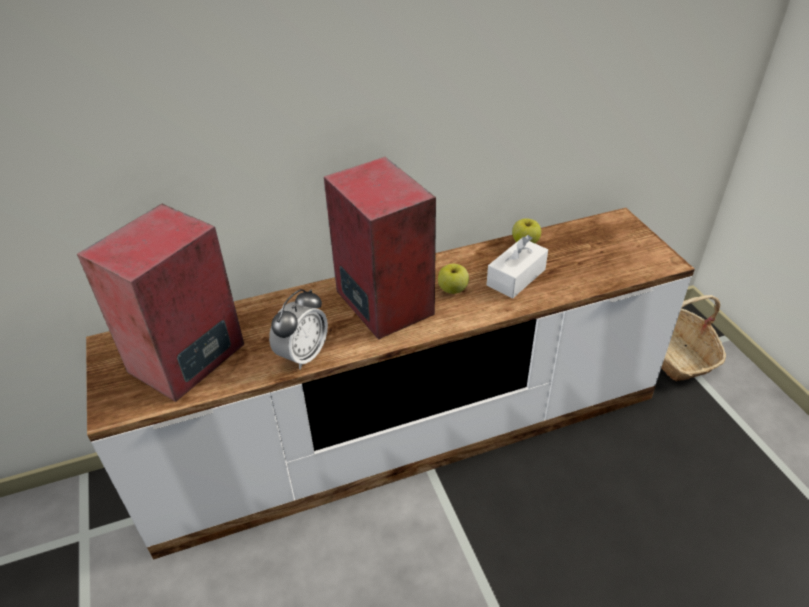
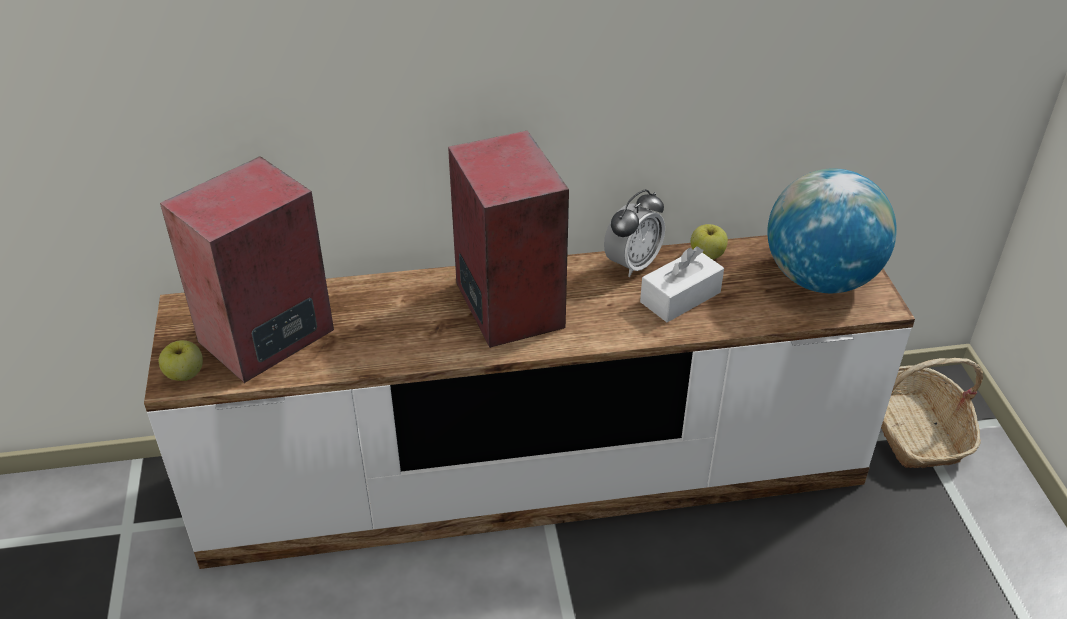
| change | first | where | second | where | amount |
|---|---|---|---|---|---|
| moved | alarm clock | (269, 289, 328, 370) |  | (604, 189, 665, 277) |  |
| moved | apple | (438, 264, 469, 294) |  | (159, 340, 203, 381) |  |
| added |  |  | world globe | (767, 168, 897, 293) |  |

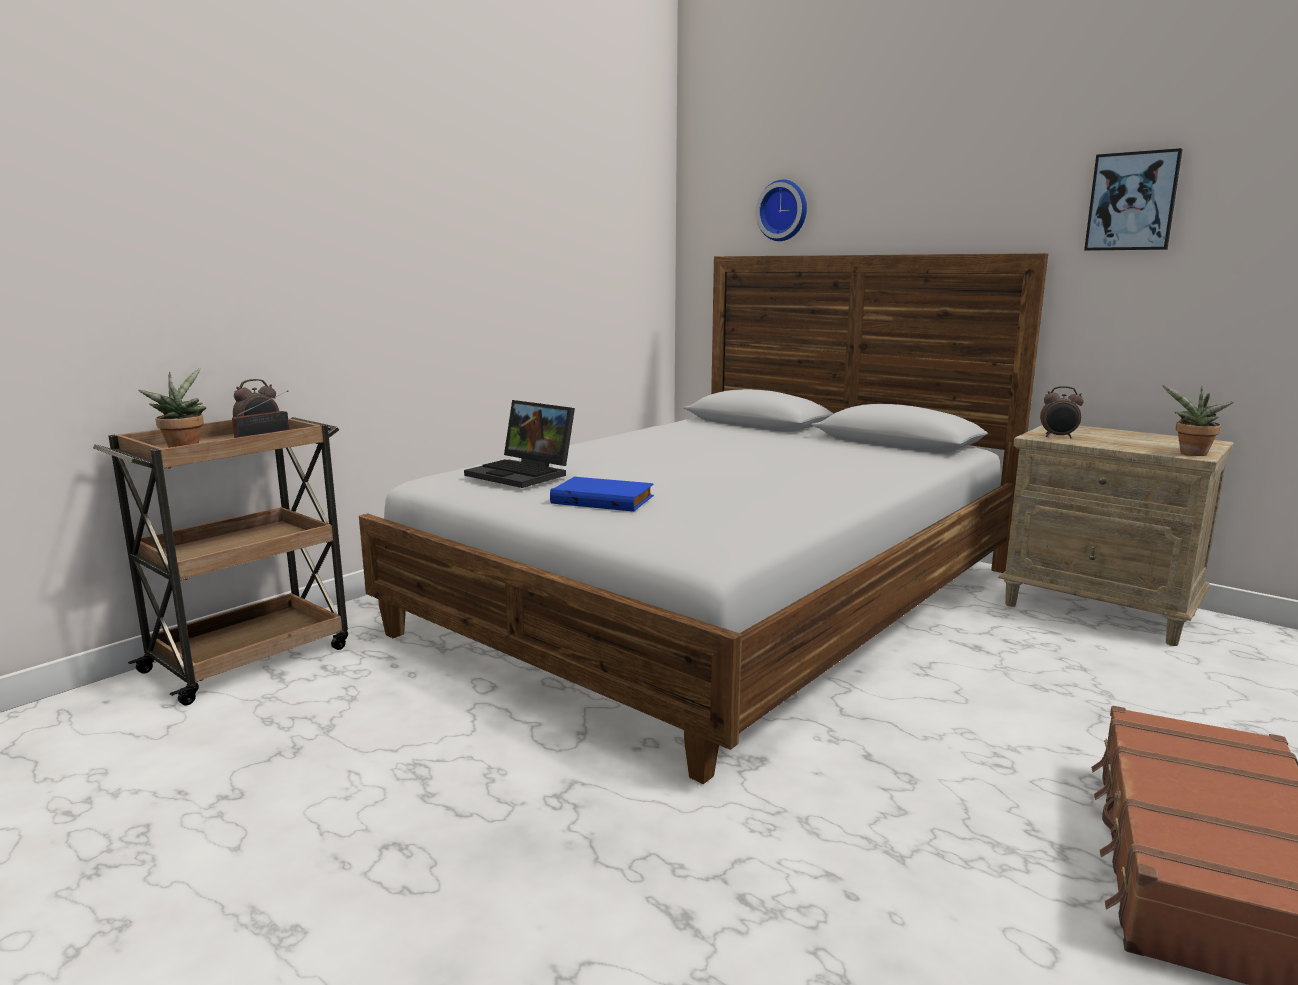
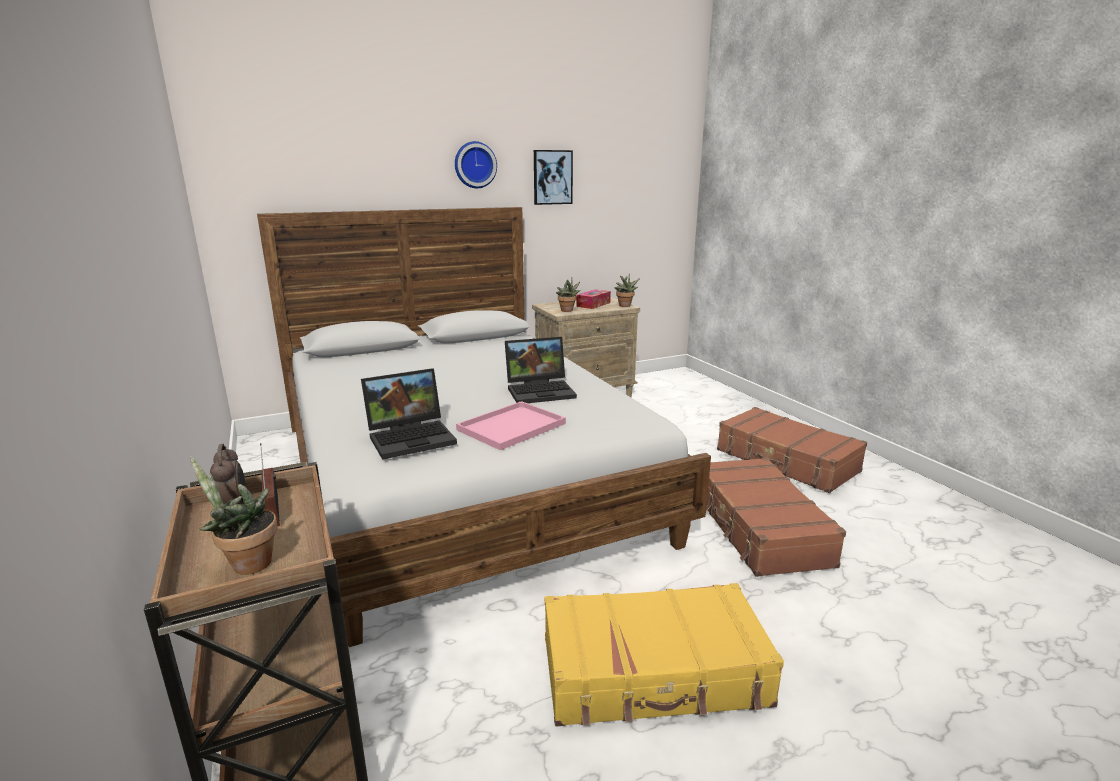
| change | first | where | second | where | amount |
|---|---|---|---|---|---|
| replaced | volume (blue) | (550, 477, 654, 512) | tray (pink) | (456, 401, 566, 450) |  |
| moved | hanging clock | (756, 179, 807, 241) |  | (455, 141, 497, 188) |  |
| replaced | alarm clock | (1040, 386, 1084, 438) | plant in a pot | (556, 278, 581, 312) |  |
| added |  |  | laptop | (505, 337, 577, 403) |  |
| added |  |  | travel case (yellowish) | (545, 583, 784, 727) |  |
| added |  |  | tissue holder | (576, 289, 611, 309) |  |
| added |  |  | travel case (brown) | (706, 457, 846, 577) |  |

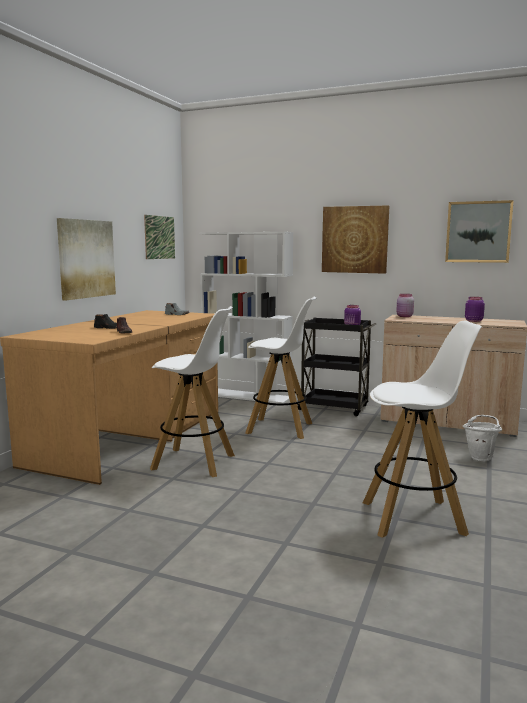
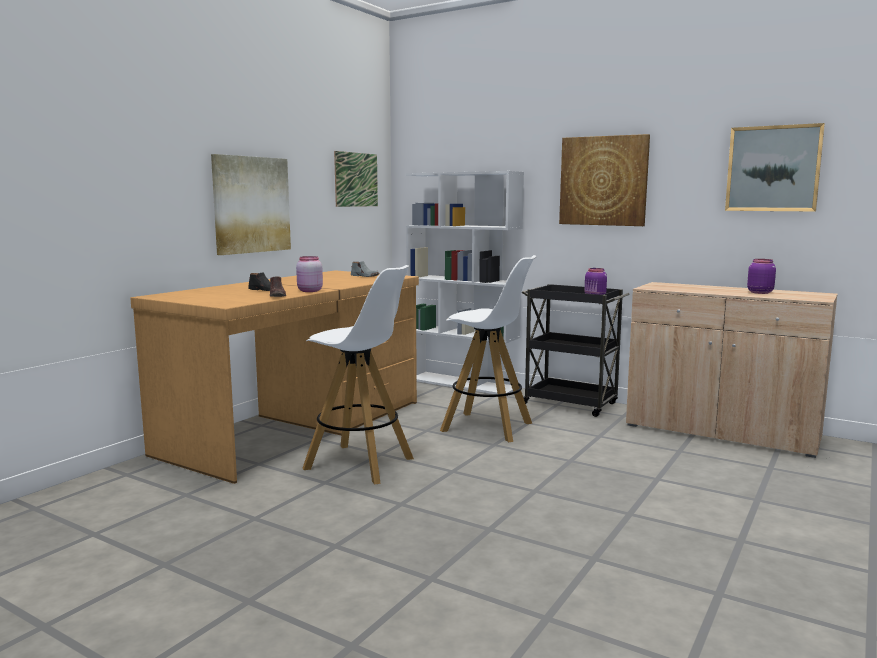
| change | first | where | second | where | amount |
|---|---|---|---|---|---|
| removed | stool seat (whitish) | (363, 321, 482, 538) |  |  |  |
| moved | storage jar (pink) | (396, 294, 414, 317) |  | (296, 256, 323, 292) |  |
| removed | bucket (whitish) | (463, 415, 502, 461) |  |  |  |

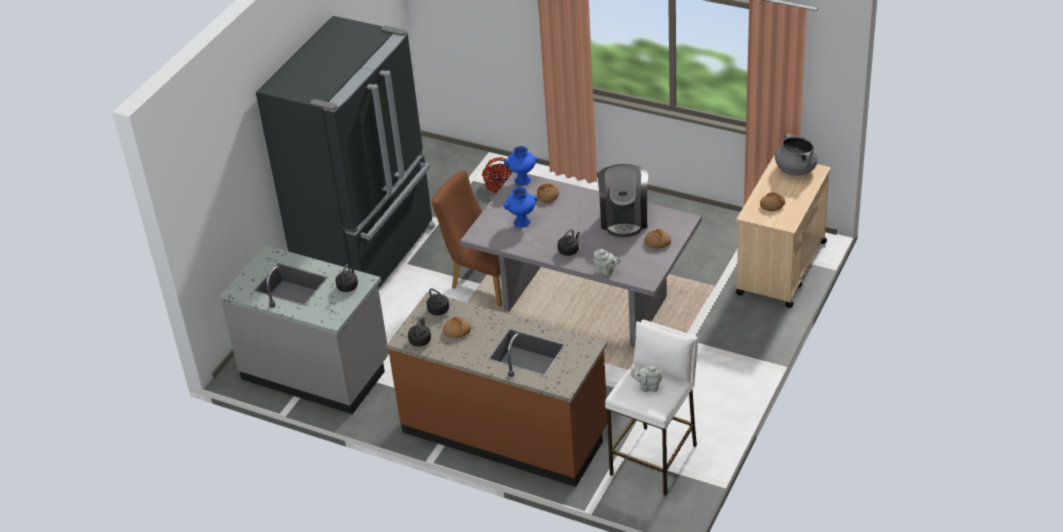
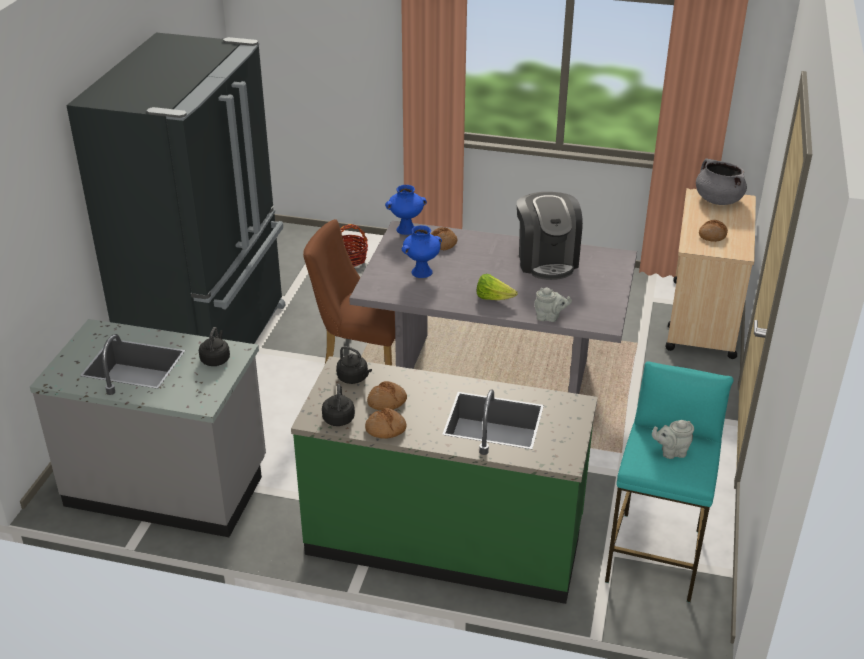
| change | first | where | second | where | amount |
|---|---|---|---|---|---|
| recoloured | kitchen base unit (brown) | (386, 292, 607, 487) | kitchen base unit (green) | (291, 356, 598, 604) |  |
| replaced | kettle (blackish) | (557, 229, 580, 256) | lettuce | (476, 274, 518, 300) |  |
| recoloured | stool seat (whitish) | (605, 320, 698, 496) | stool seat (blue-green) | (605, 362, 734, 602) |  |
| moved | baked bread | (644, 229, 671, 248) |  | (365, 408, 406, 439) |  |

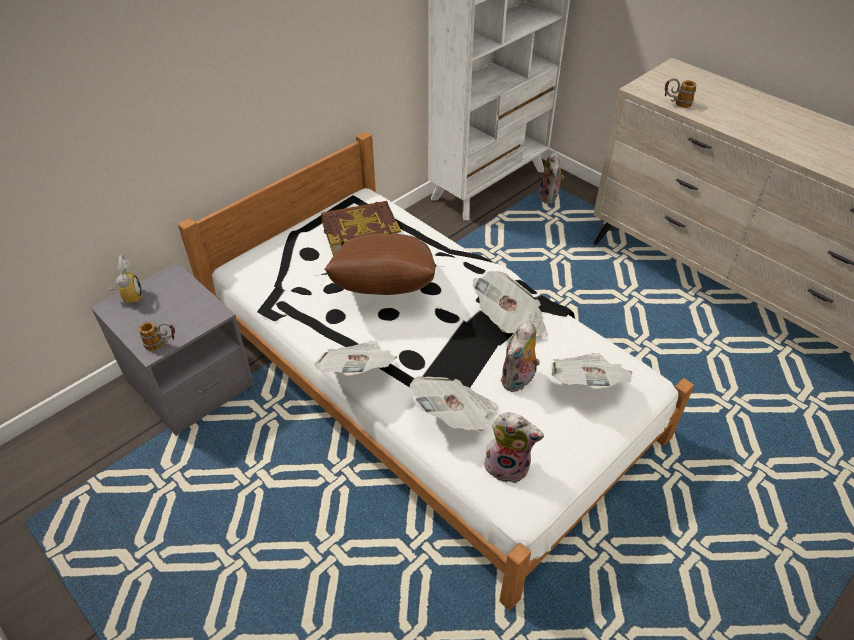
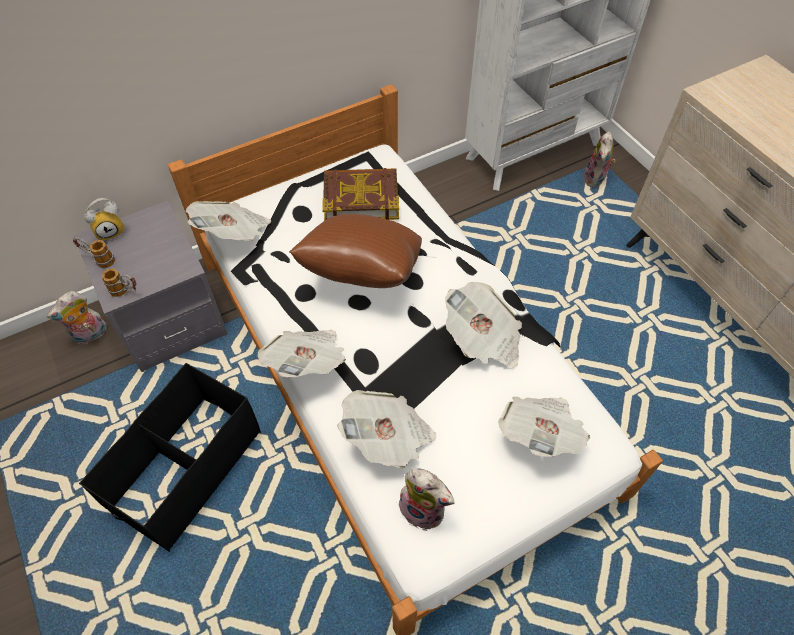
| change | first | where | second | where | amount |
|---|---|---|---|---|---|
| turned | alarm clock | (108, 255, 142, 303) |  | (84, 198, 125, 241) | 60 degrees clockwise |
| moved | cuddly toy | (500, 321, 540, 392) |  | (47, 291, 107, 344) |  |
| moved | coffee mug | (665, 78, 696, 108) |  | (73, 237, 115, 268) |  |
| added |  |  | storage container (blackish) | (79, 363, 261, 552) |  |
| added |  |  | daily paper | (186, 201, 272, 241) |  |

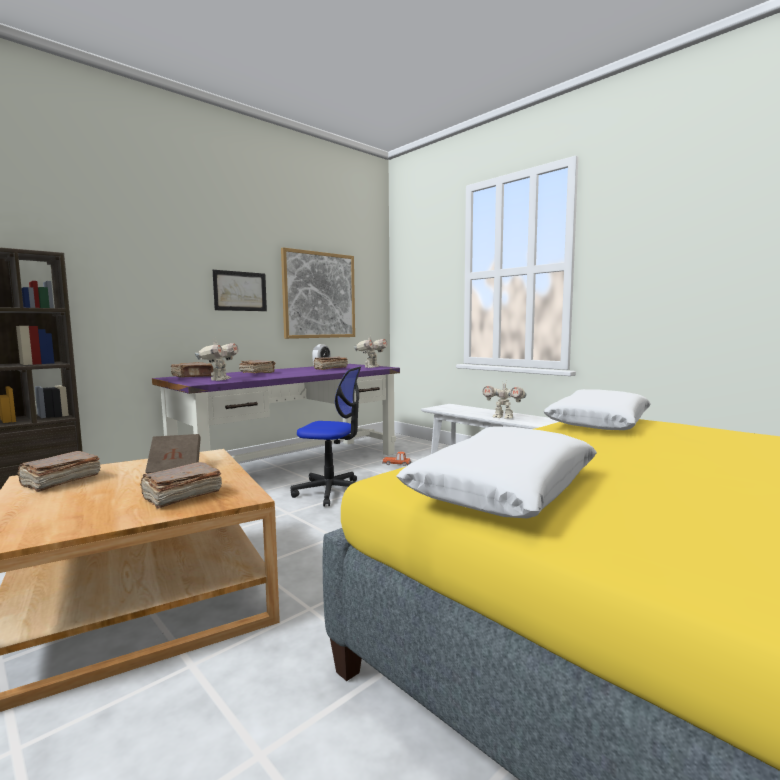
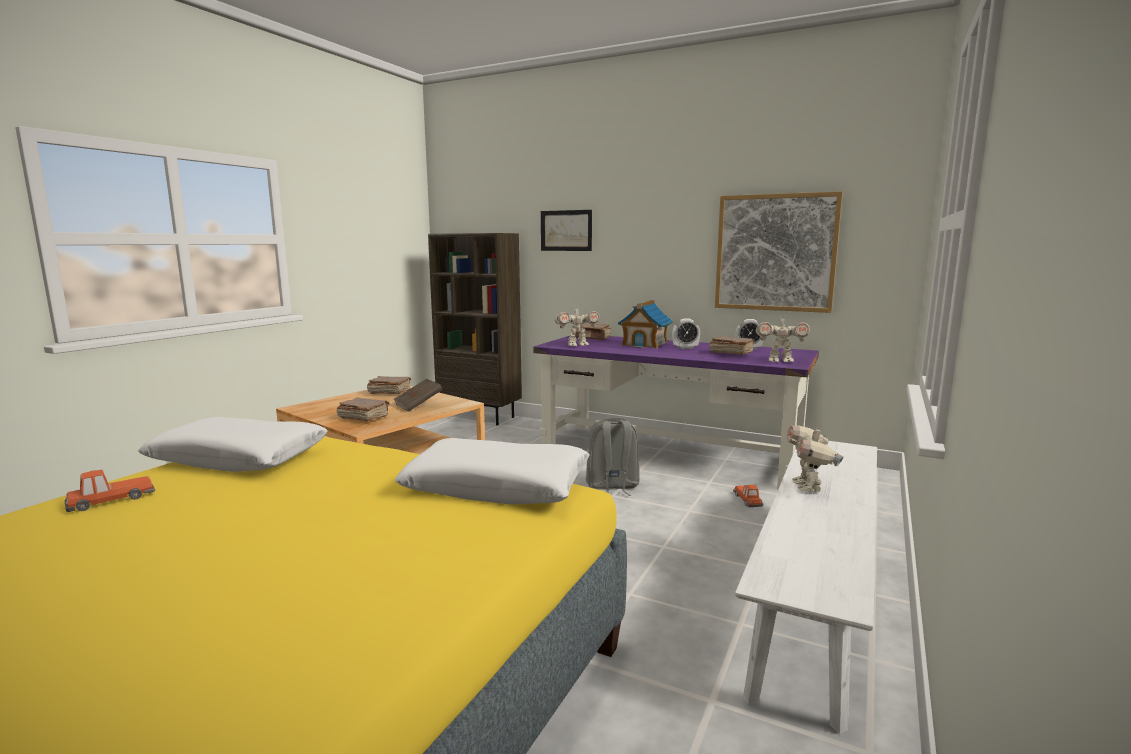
| change | first | where | second | where | amount |
|---|---|---|---|---|---|
| moved | picture | (213, 270, 267, 311) |  | (541, 210, 592, 251) |  |
| replaced | volume (brown) | (239, 360, 276, 373) | miniature house | (618, 300, 673, 348) |  |
| replaced | office chair | (291, 367, 361, 507) | backpack (gray) | (586, 417, 640, 496) |  |
| added |  |  | model car | (65, 470, 155, 512) |  |
| added |  |  | alarm clock | (672, 318, 700, 349) |  |

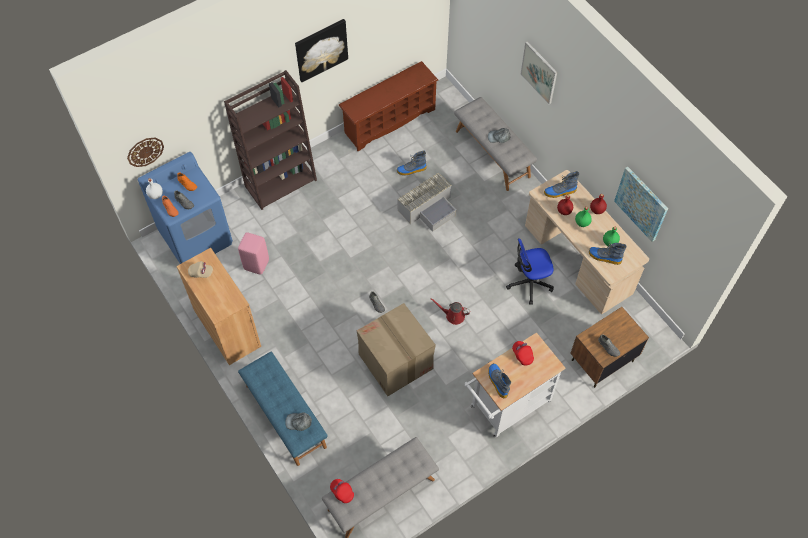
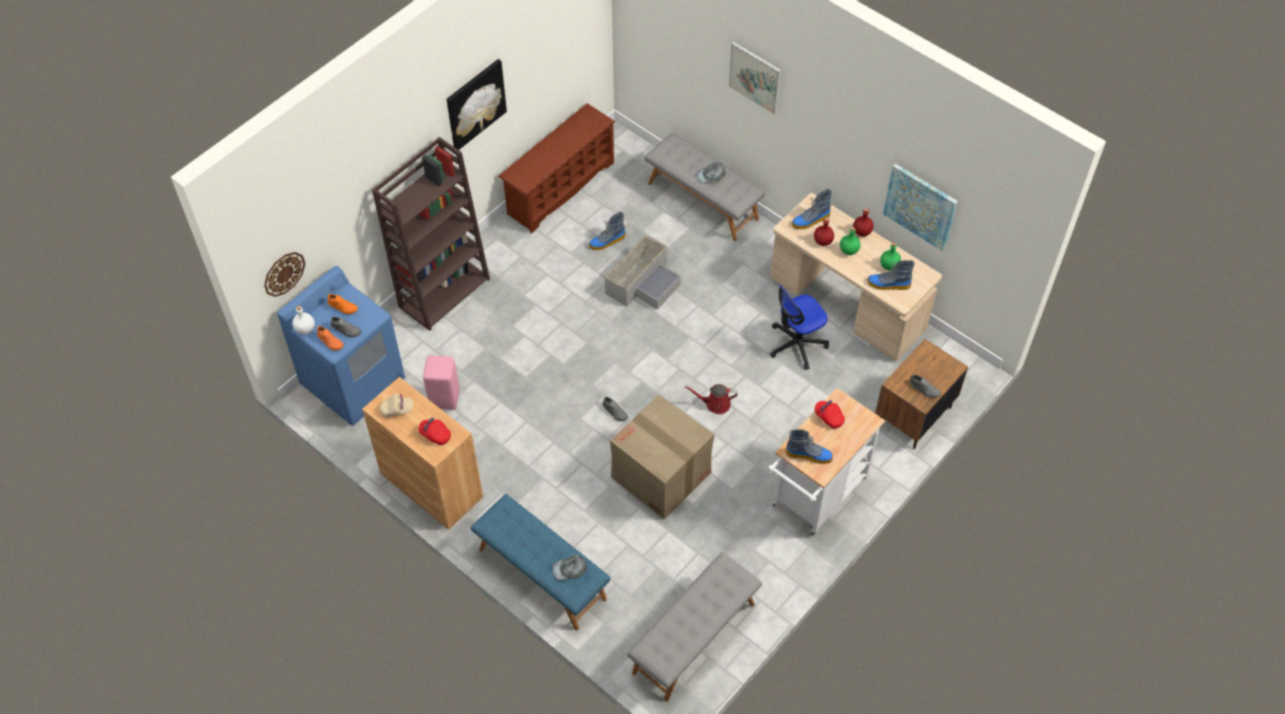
| change | first | where | second | where | amount |
|---|---|---|---|---|---|
| moved | cap (red-coloured) | (330, 479, 354, 503) |  | (418, 417, 451, 445) |  |
| turned | boot | (488, 363, 511, 398) |  | (785, 429, 833, 464) | 135 degrees clockwise |

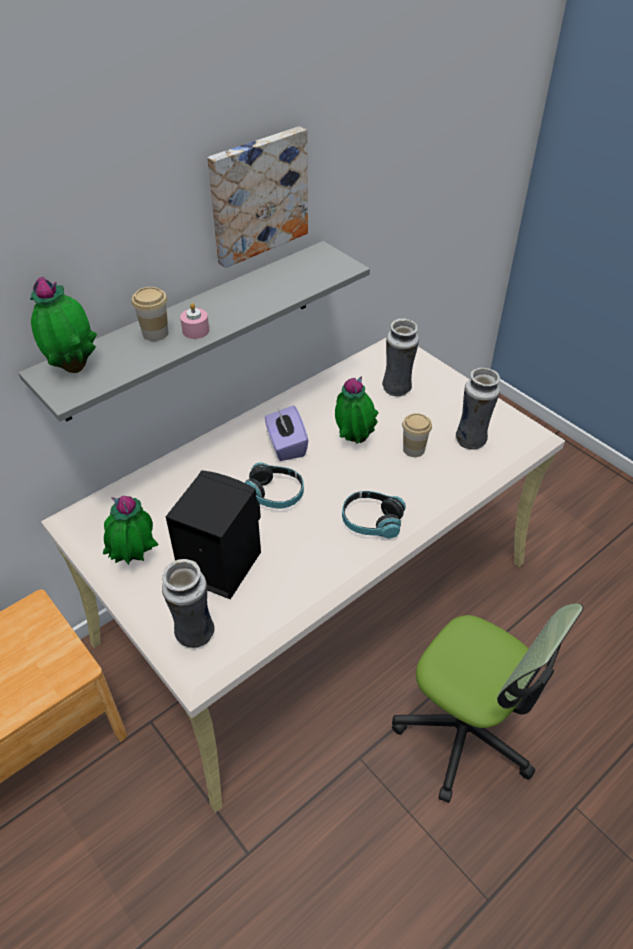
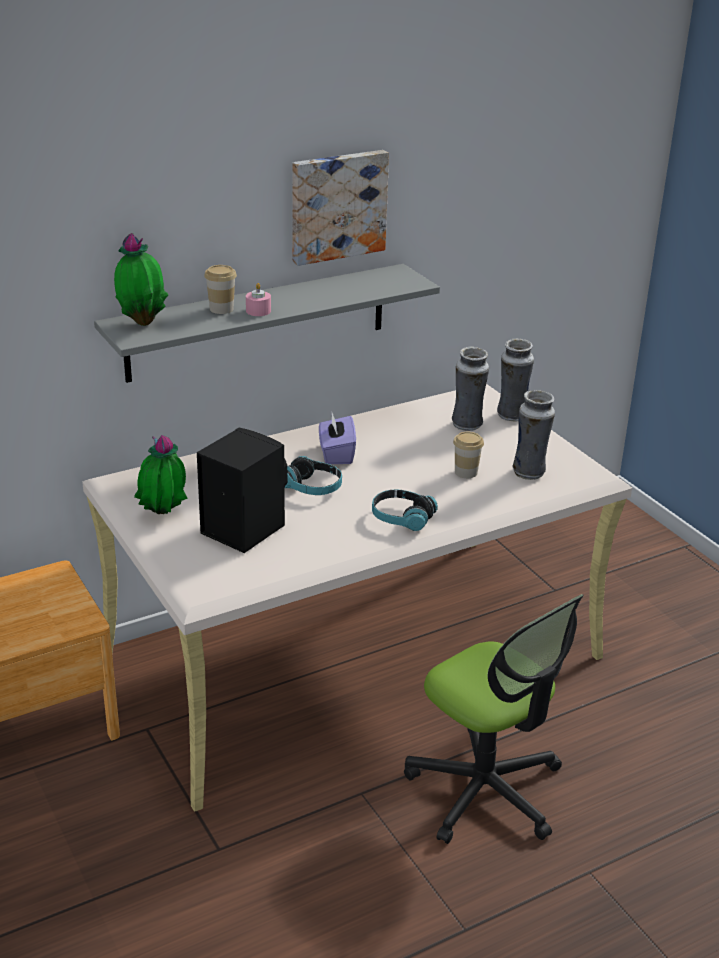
| change | first | where | second | where | amount |
|---|---|---|---|---|---|
| moved | decorative vase | (162, 559, 215, 648) |  | (497, 339, 534, 422) |  |
| removed | plant in a pot | (335, 376, 379, 444) |  |  |  |

